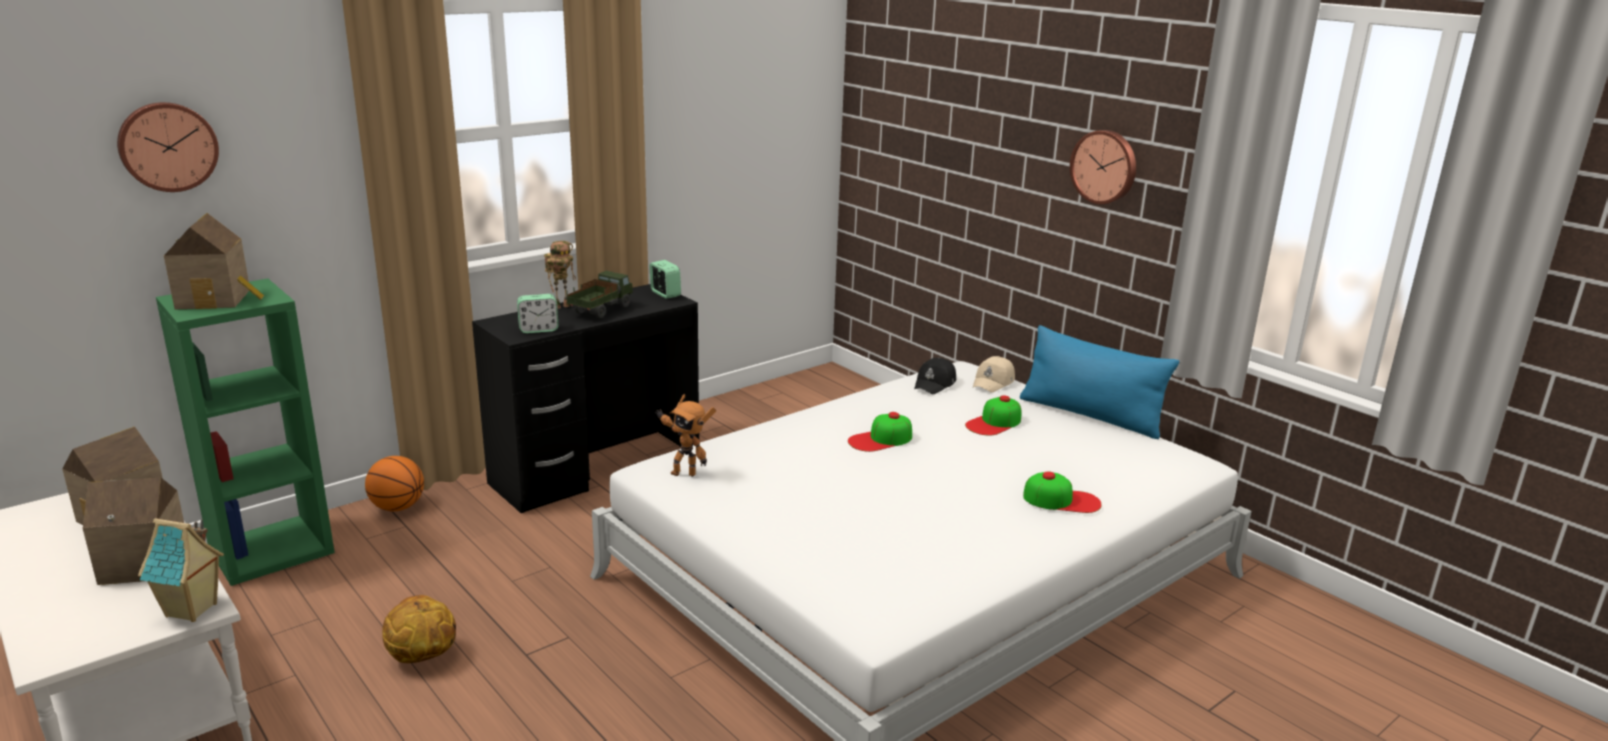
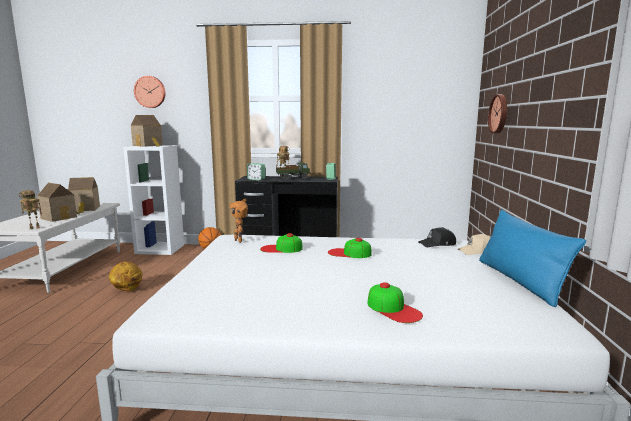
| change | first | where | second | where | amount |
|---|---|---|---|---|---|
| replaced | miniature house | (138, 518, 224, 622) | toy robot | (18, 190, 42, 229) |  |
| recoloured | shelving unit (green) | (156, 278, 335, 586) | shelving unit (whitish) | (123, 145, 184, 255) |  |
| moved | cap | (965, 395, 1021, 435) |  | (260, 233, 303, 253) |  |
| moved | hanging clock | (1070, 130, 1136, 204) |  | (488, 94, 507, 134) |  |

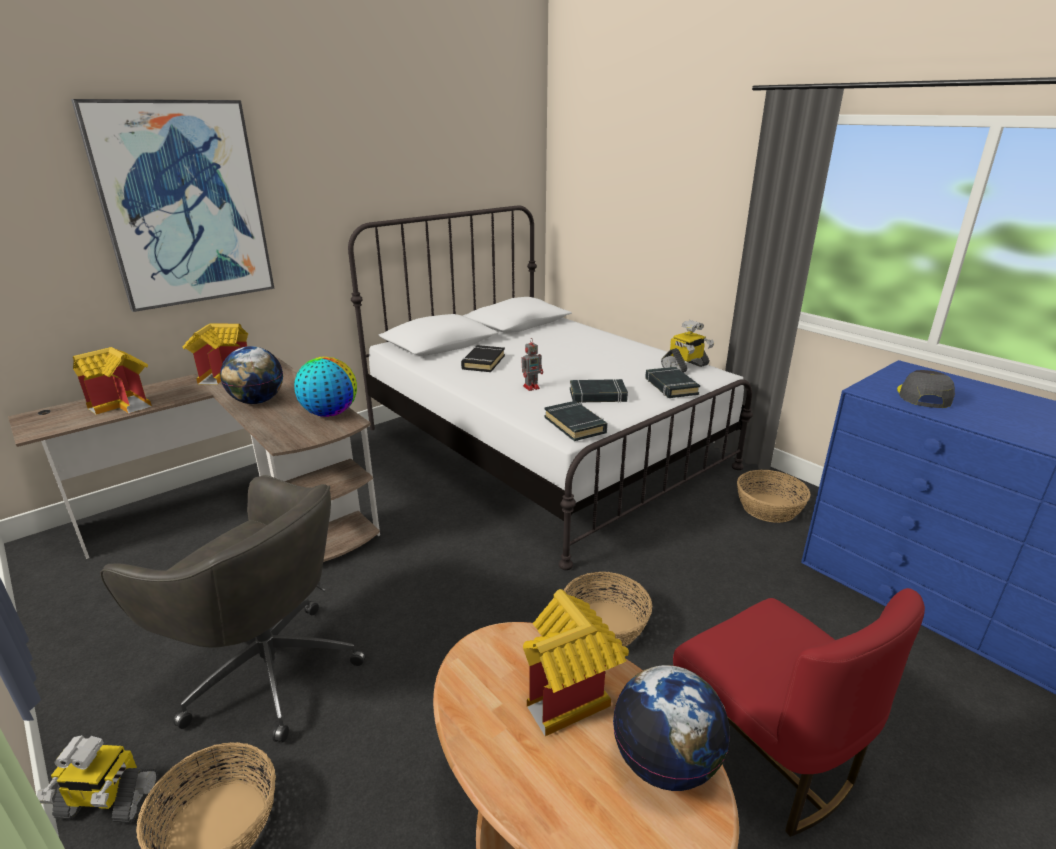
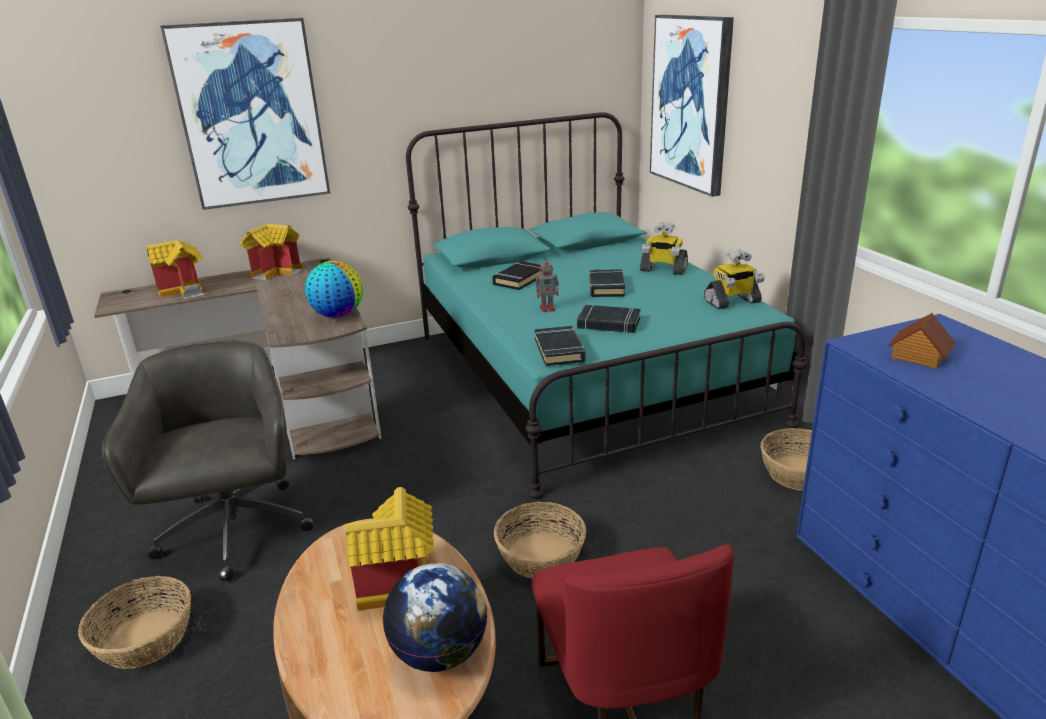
| change | first | where | second | where | amount |
|---|---|---|---|---|---|
| moved | toy robot | (37, 735, 158, 823) |  | (640, 222, 688, 275) |  |
| turned | office chair (gray) | (100, 475, 366, 743) |  | (102, 341, 314, 581) | 150 degrees counterclockwise |
| removed | world globe | (220, 346, 283, 404) |  |  |  |
| recoloured | bed (whitish) | (348, 205, 753, 570) | bed (blue-green) | (406, 112, 807, 499) |  |
| moved | volume (blackish) | (645, 367, 700, 398) |  | (589, 269, 625, 297) |  |
| replaced | cap (gray) | (897, 370, 955, 408) | miniature house | (888, 313, 955, 369) |  |
| added |  |  | picture | (650, 15, 734, 197) |  |

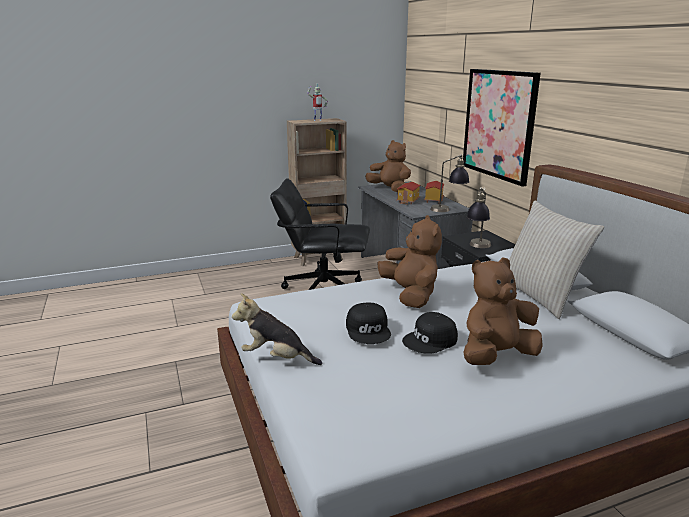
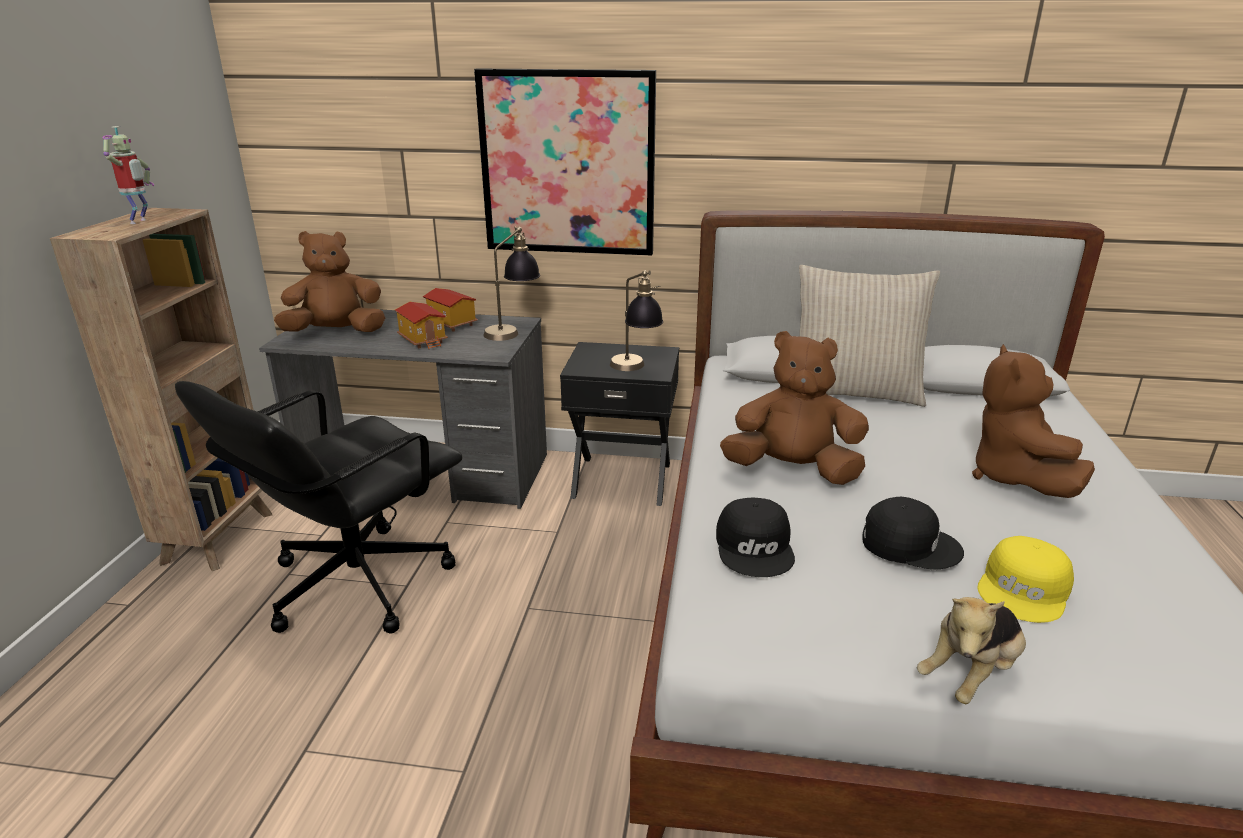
| change | first | where | second | where | amount |
|---|---|---|---|---|---|
| moved | cap (blackish) | (402, 312, 458, 354) |  | (716, 498, 795, 577) |  |
| added |  |  | cap (yellowish) | (977, 536, 1074, 623) |  |

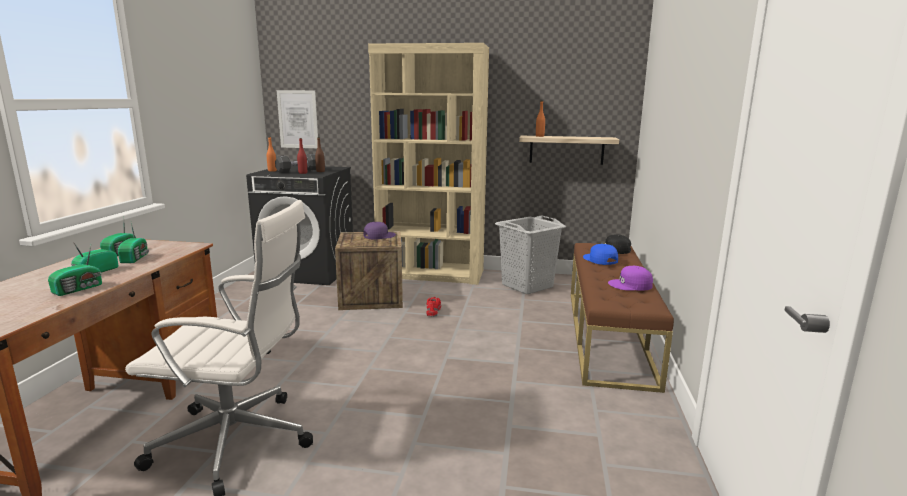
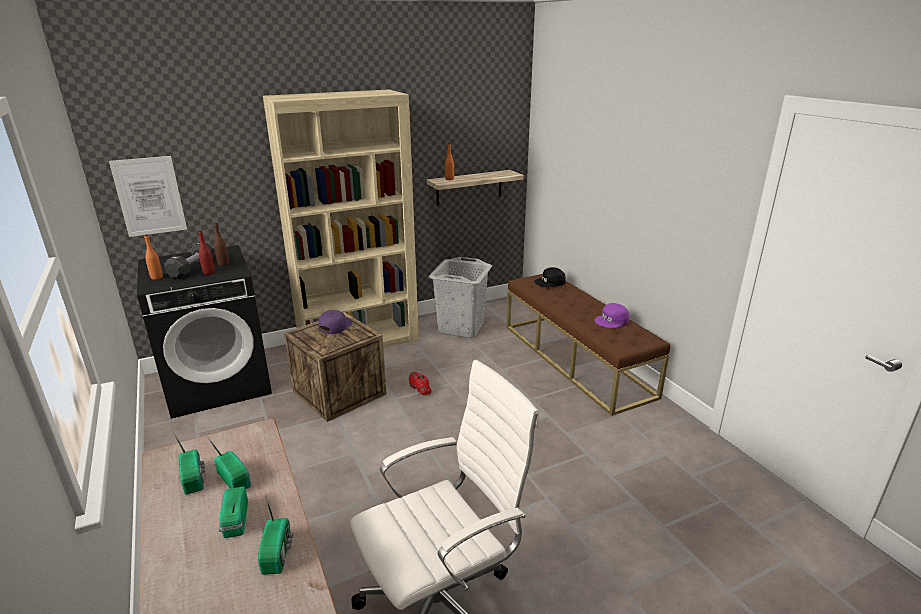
| change | first | where | second | where | amount |
|---|---|---|---|---|---|
| removed | cap (blue) | (583, 244, 618, 265) |  |  |  |

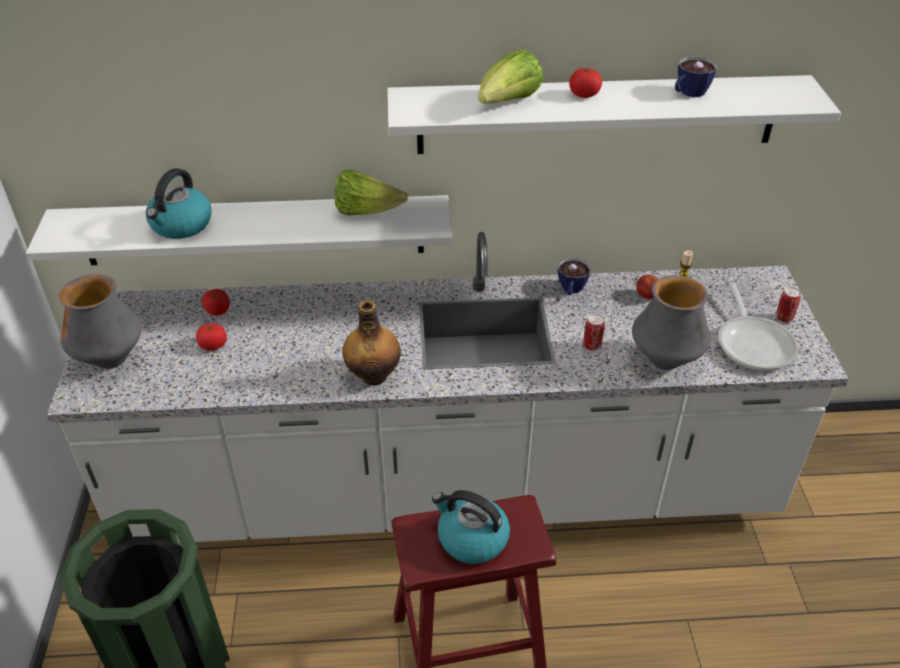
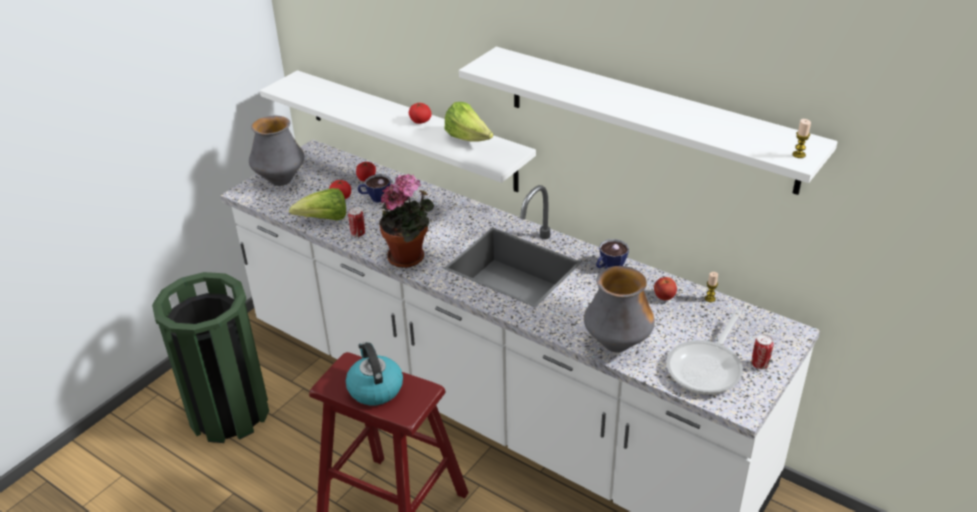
| change | first | where | second | where | amount |
|---|---|---|---|---|---|
| removed | kettle | (146, 168, 212, 239) |  |  |  |
| replaced | beverage bottle | (342, 300, 401, 386) | plant in a pot | (379, 174, 434, 268) |  |
| moved | lettuce | (478, 49, 543, 103) |  | (289, 188, 346, 221) |  |
| moved | tomato | (569, 68, 602, 98) |  | (409, 103, 432, 124) |  |
| moved | sealed can | (583, 314, 605, 351) |  | (348, 207, 365, 237) |  |
| moved | drinking cup | (675, 56, 717, 97) |  | (357, 174, 391, 202) |  |
| added |  |  | wax light | (792, 119, 811, 158) |  |

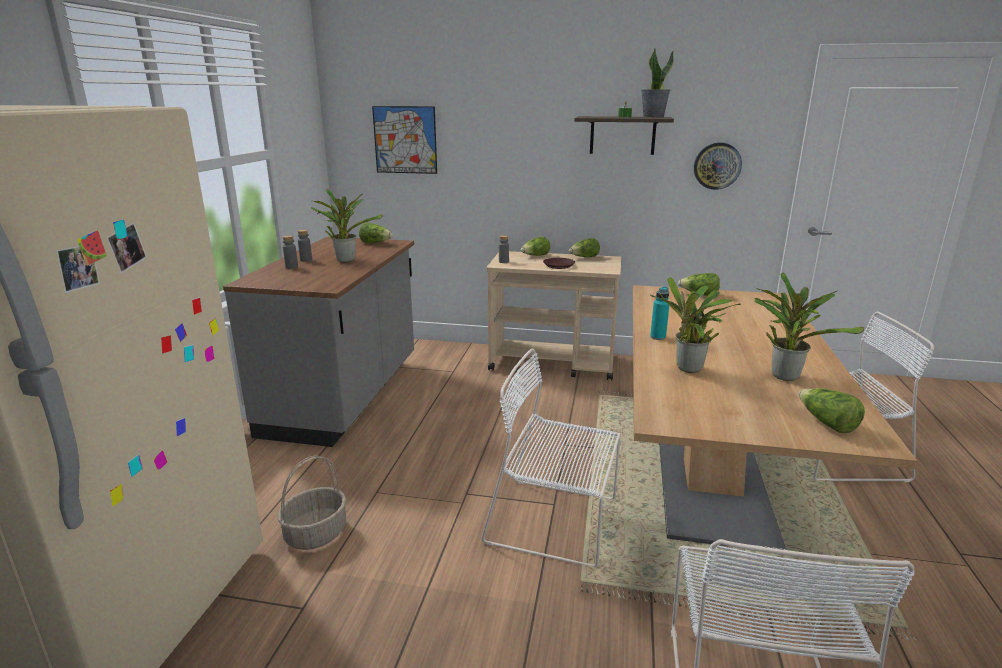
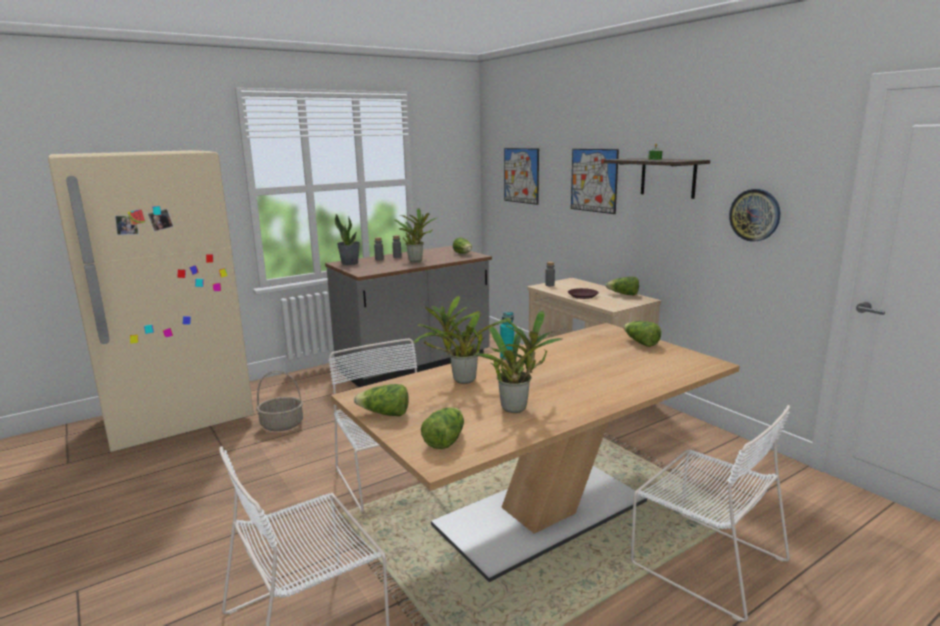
| change | first | where | second | where | amount |
|---|---|---|---|---|---|
| moved | lettuce | (520, 236, 550, 256) |  | (354, 384, 409, 416) |  |
| moved | plant in a pot | (642, 48, 674, 118) |  | (335, 214, 360, 265) |  |
| added |  |  | picture | (571, 149, 619, 214) |  |

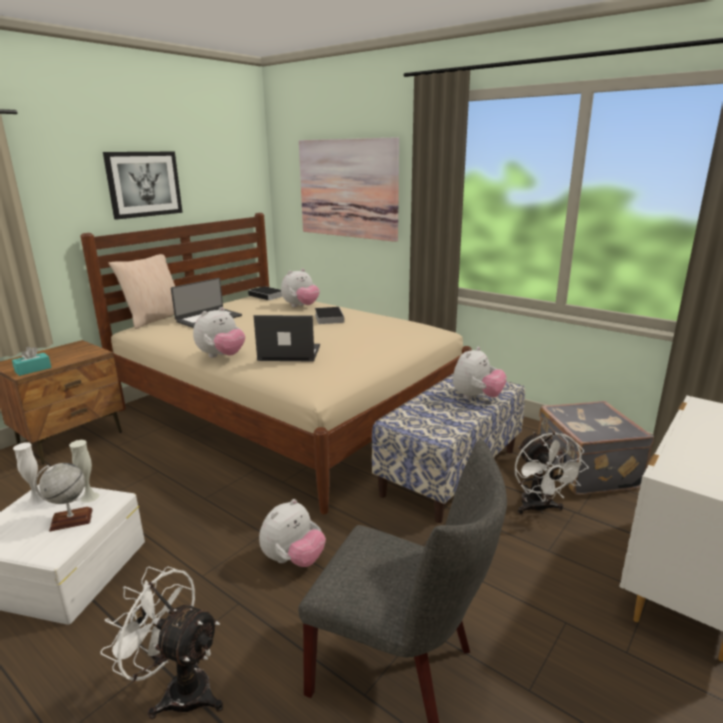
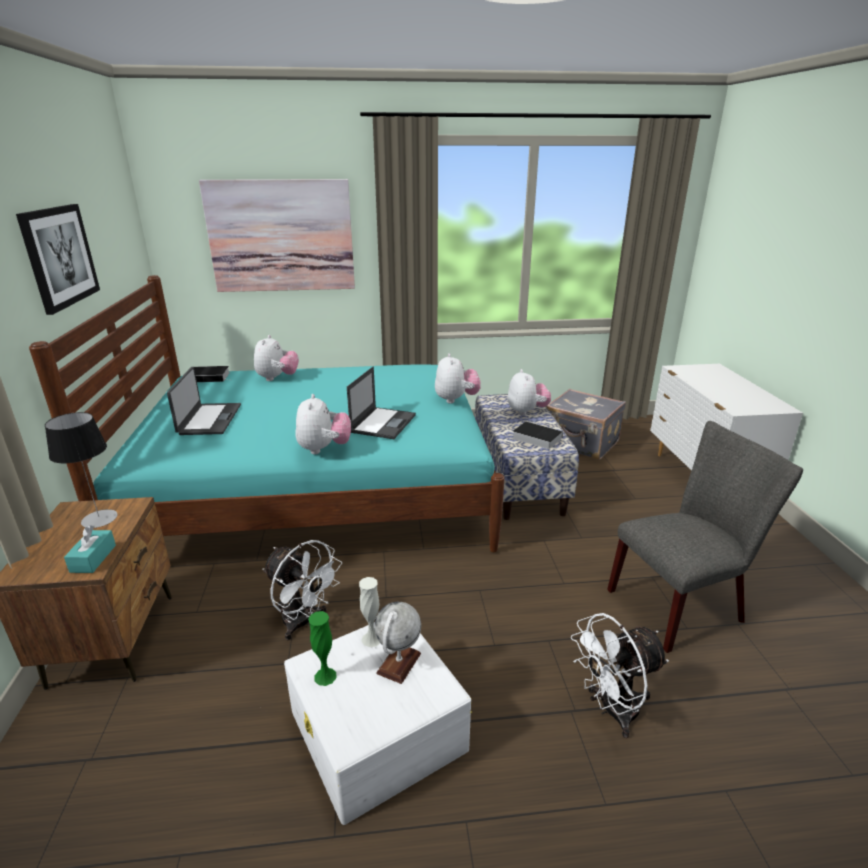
| change | first | where | second | where | amount |
|---|---|---|---|---|---|
| recoloured | decorative vase (whitish) | (13, 443, 45, 506) | decorative vase (green) | (308, 611, 336, 686) |  |
| recoloured | bed (beige-coloured) | (81, 213, 472, 514) | bed (blue-green) | (29, 275, 504, 552) |  |
| removed | pillow (beige-coloured) | (108, 254, 175, 329) |  |  |  |
| turned | laptop | (253, 315, 320, 361) |  | (347, 366, 416, 439) | 150 degrees clockwise |
| moved | cuddly toy | (259, 499, 326, 567) |  | (435, 353, 481, 403) |  |
| moved | volume | (315, 307, 344, 324) |  | (513, 421, 563, 449) |  |
| moved | cooling fan (whitish) | (515, 432, 589, 514) |  | (262, 540, 342, 640) |  |
| added |  |  | table lamp | (45, 412, 118, 528) |  |

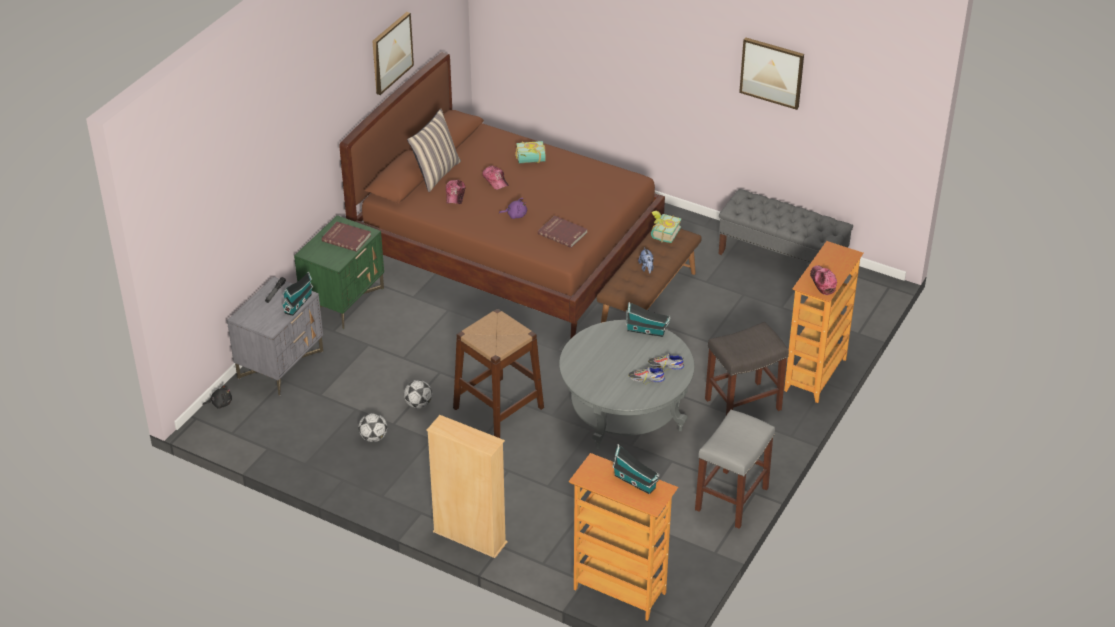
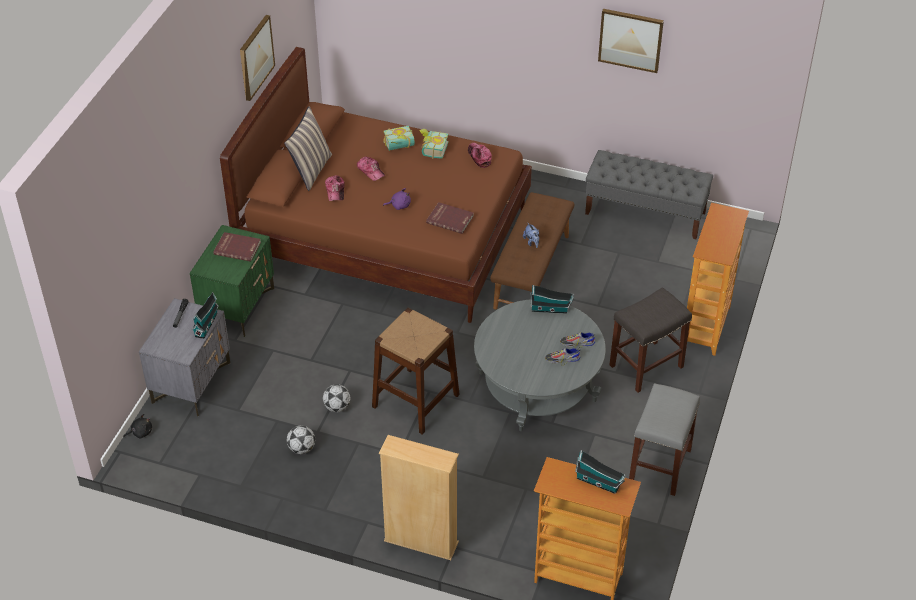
| change | first | where | second | where | amount |
|---|---|---|---|---|---|
| moved | volume | (651, 211, 681, 243) |  | (419, 129, 449, 159) |  |
| moved | cap | (810, 265, 837, 295) |  | (468, 143, 492, 168) |  |

